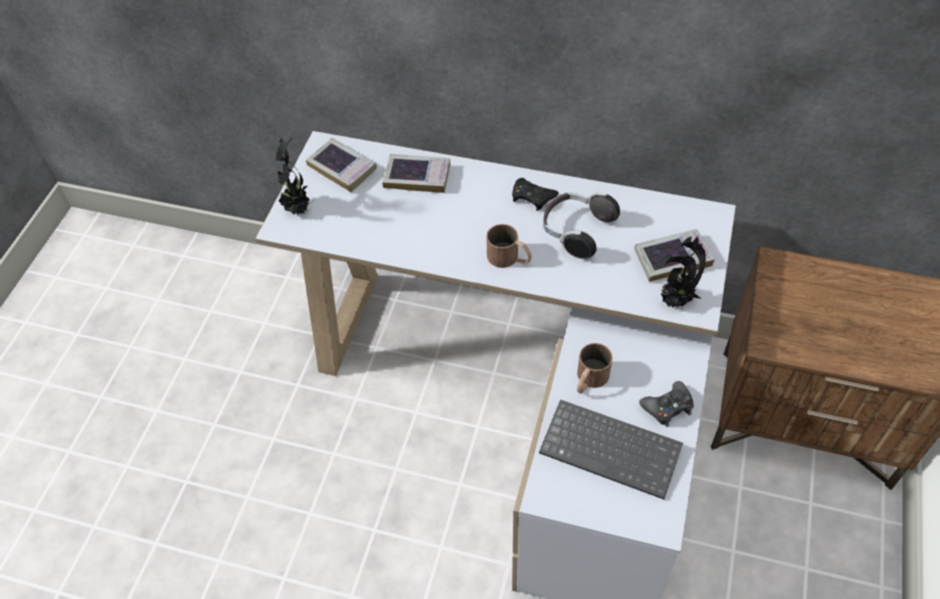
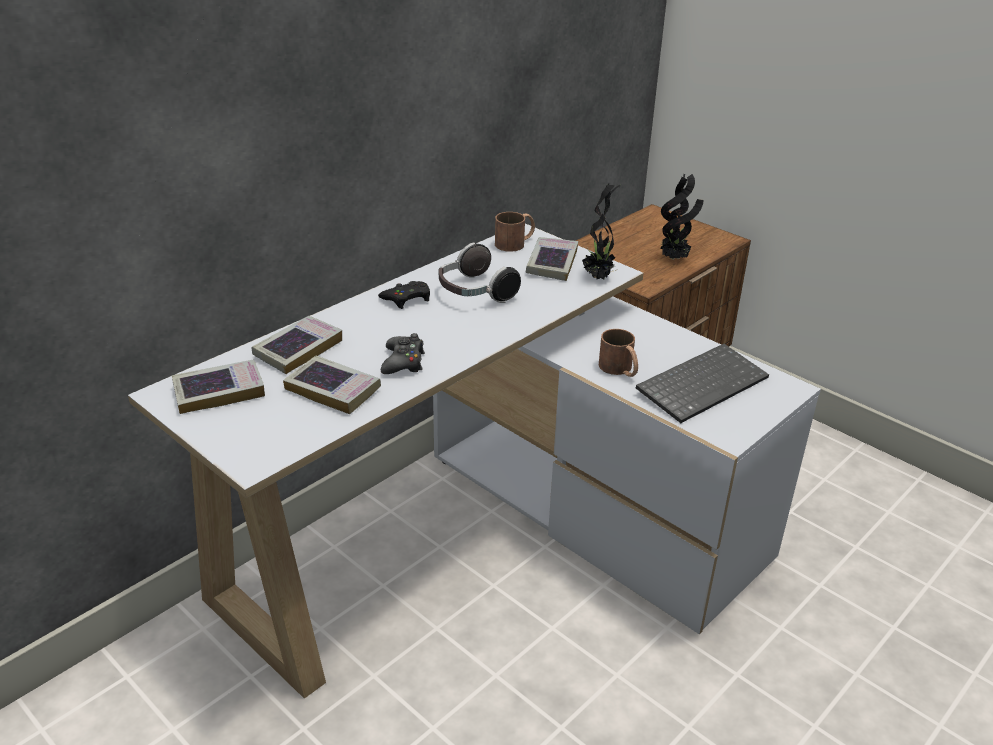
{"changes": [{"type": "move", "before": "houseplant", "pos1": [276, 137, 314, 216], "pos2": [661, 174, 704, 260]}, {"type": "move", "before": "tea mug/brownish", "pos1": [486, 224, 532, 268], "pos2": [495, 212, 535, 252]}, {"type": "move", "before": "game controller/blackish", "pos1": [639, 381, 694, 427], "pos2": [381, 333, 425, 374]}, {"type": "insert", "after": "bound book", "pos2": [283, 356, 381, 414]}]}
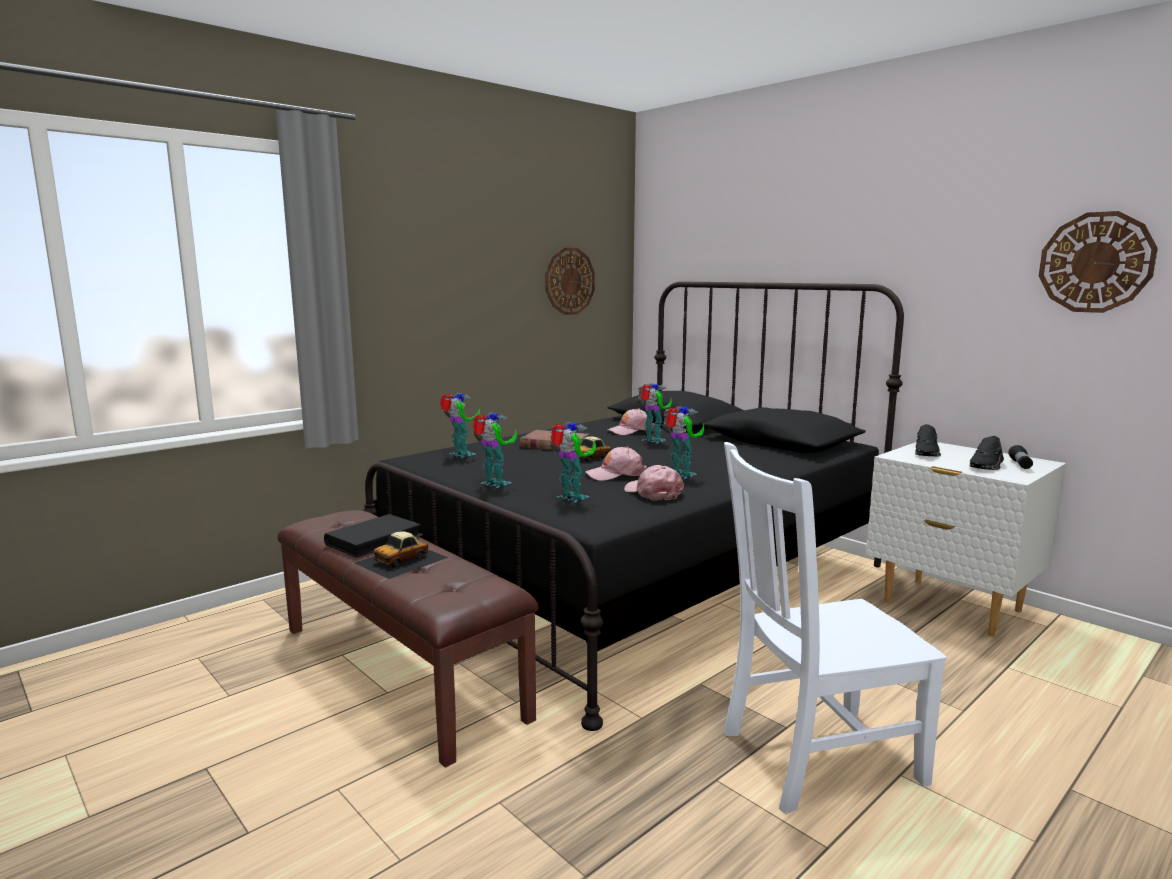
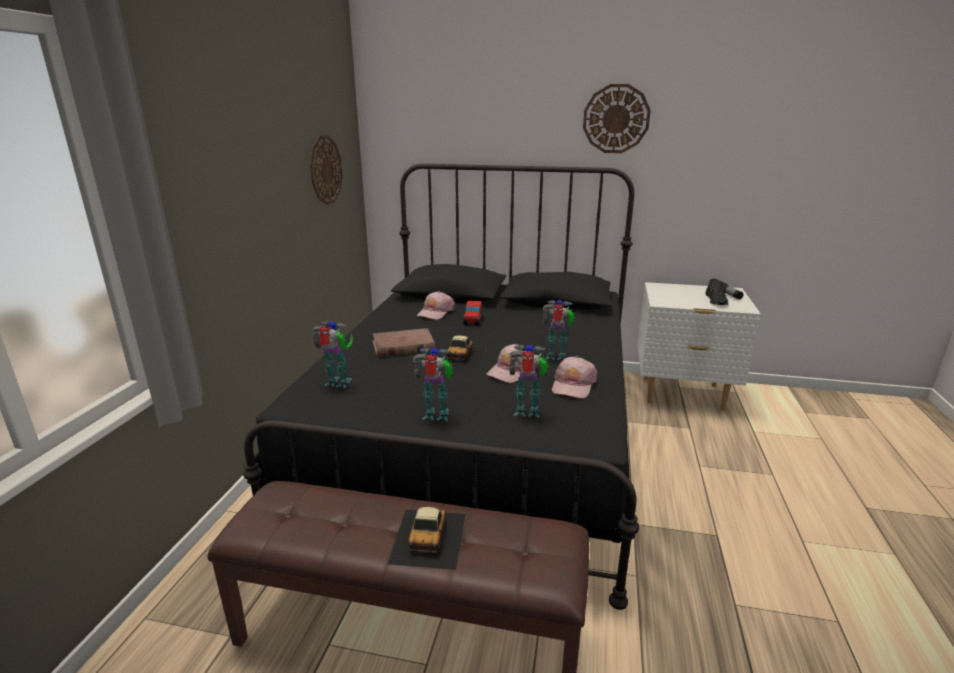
{"changes": [{"type": "move", "before": "hanging clock", "pos1": [1039, 211, 1158, 313], "pos2": [583, 84, 651, 153]}, {"type": "replace", "before": "robot figure", "after": "miniature car", "pos1": [637, 383, 672, 443], "pos2": [463, 301, 482, 325]}, {"type": "delete", "before": "shoe/blackish", "pos1": [915, 424, 941, 456]}, {"type": "delete", "before": "upright chair/white", "pos1": [724, 442, 947, 814]}, {"type": "rotate", "before": "peaked cap/pinkish", "pos1": [624, 465, 684, 501], "pos2": [552, 356, 597, 398], "turn": -90}, {"type": "delete", "before": "bound book/blackish", "pos1": [324, 514, 423, 558]}]}
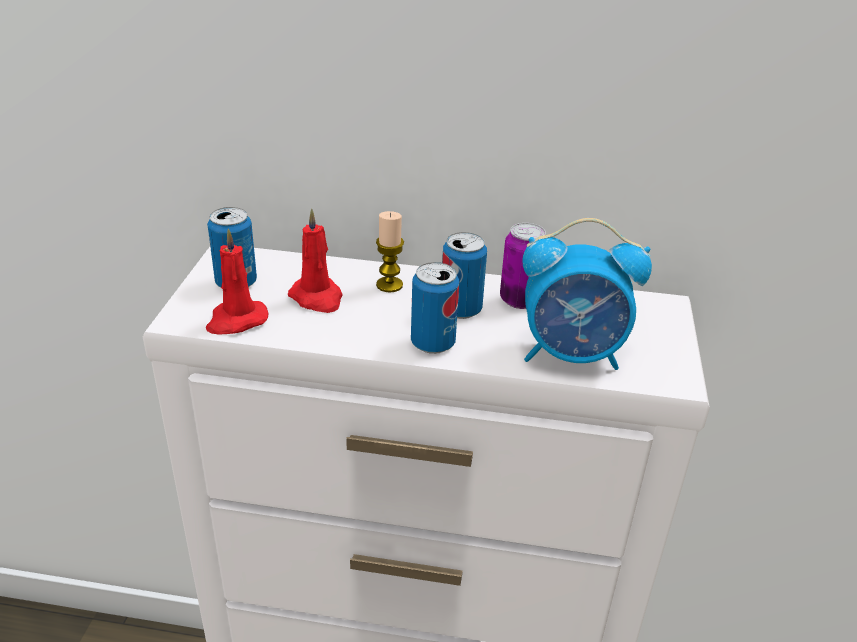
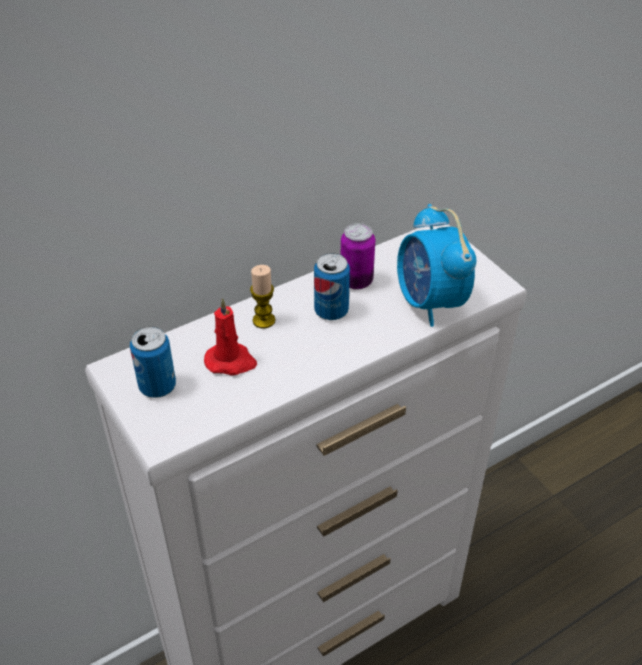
{"changes": [{"type": "rotate", "before": "table clock", "pos1": [522, 218, 652, 370], "pos2": [397, 204, 476, 327], "turn": 105}, {"type": "delete", "before": "candle/red", "pos1": [206, 228, 269, 335]}, {"type": "delete", "before": "metal can", "pos1": [411, 262, 460, 354]}]}
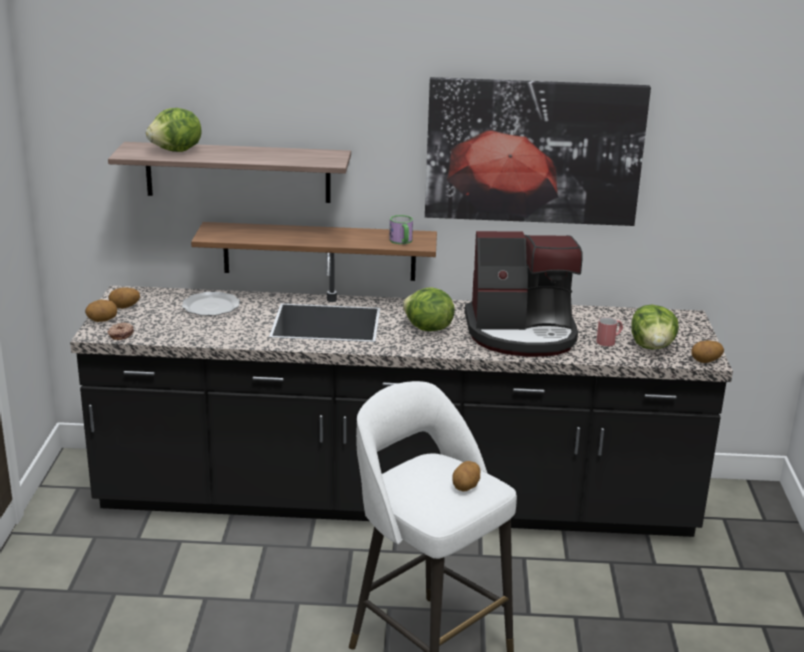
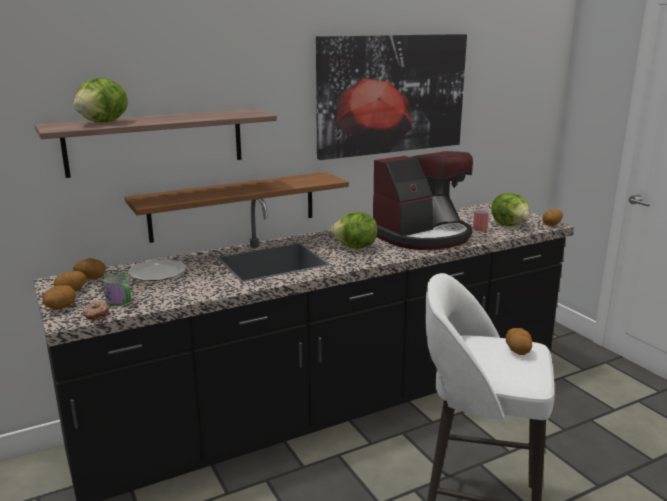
{"changes": [{"type": "move", "before": "tea mug", "pos1": [389, 215, 413, 244], "pos2": [103, 274, 132, 306]}, {"type": "insert", "after": "potato", "pos2": [73, 258, 106, 280]}]}
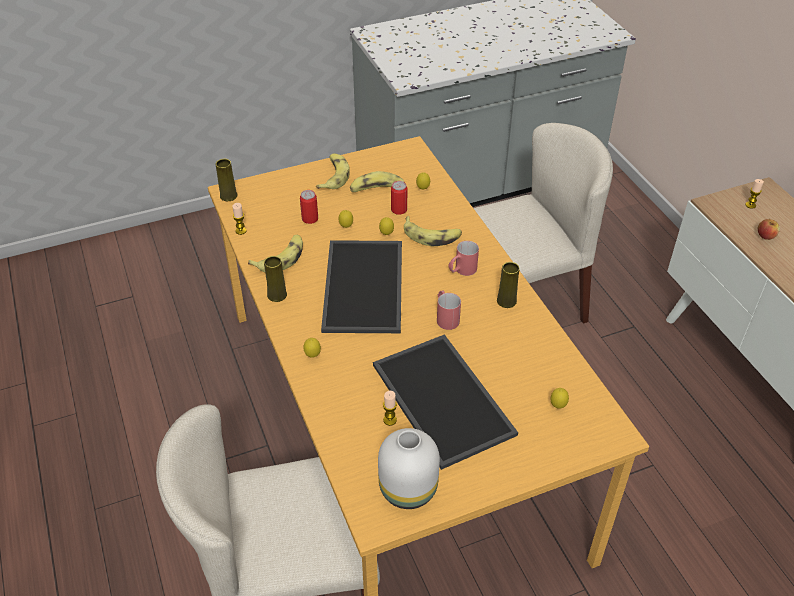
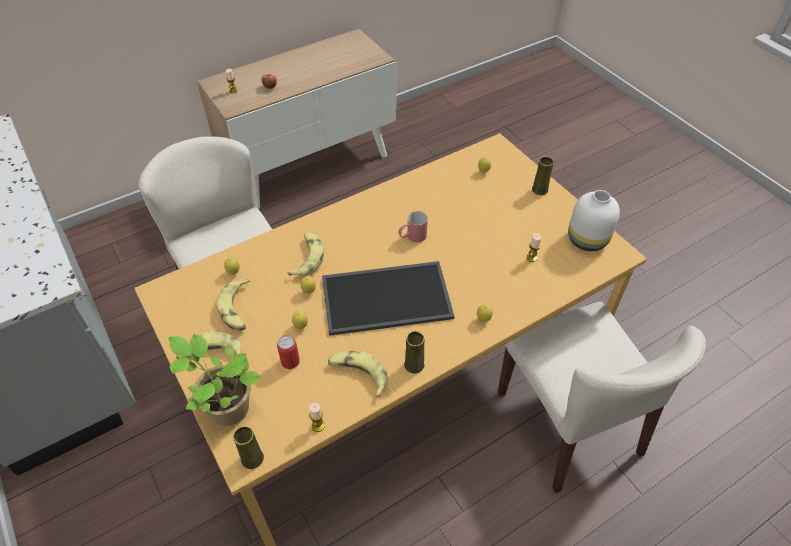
{"changes": [{"type": "delete", "before": "metal can", "pos1": [391, 181, 407, 215]}, {"type": "delete", "before": "tea mug/red", "pos1": [448, 241, 479, 276]}, {"type": "move", "before": "decorative vase/yellowish", "pos1": [497, 262, 520, 308], "pos2": [532, 156, 554, 195]}, {"type": "delete", "before": "serving tray", "pos1": [373, 334, 518, 470]}, {"type": "insert", "after": "houseplant", "pos2": [168, 334, 261, 426]}]}
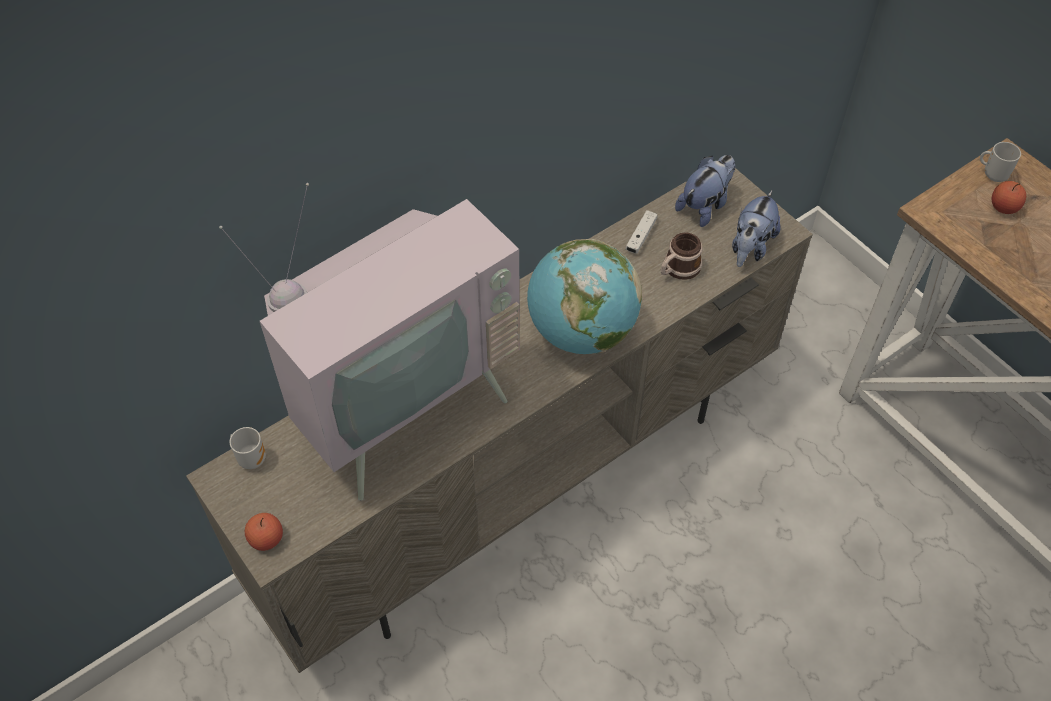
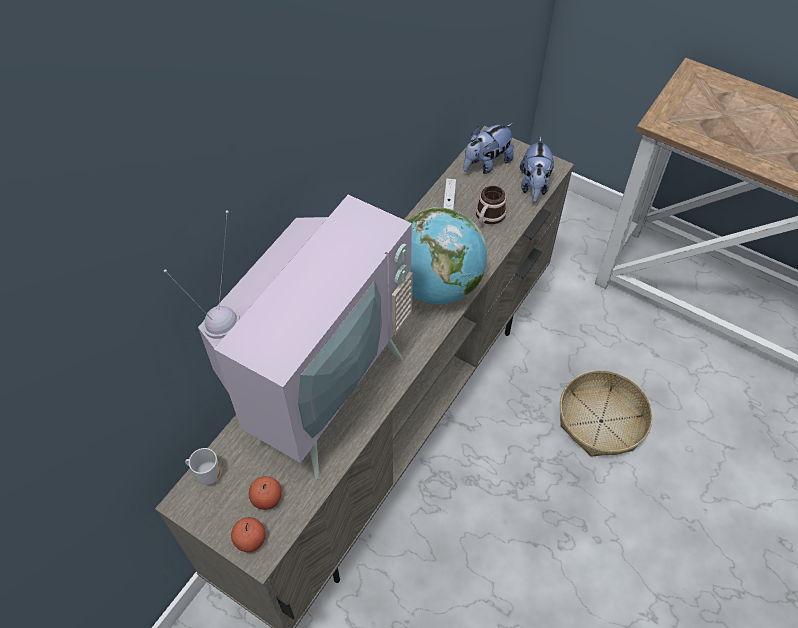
{"changes": [{"type": "delete", "before": "tea mug", "pos1": [980, 142, 1021, 182]}, {"type": "rotate", "before": "soft toy", "pos1": [675, 155, 735, 227], "pos2": [464, 123, 514, 174], "turn": -150}, {"type": "move", "before": "apple", "pos1": [992, 181, 1026, 214], "pos2": [249, 476, 282, 510]}, {"type": "insert", "after": "basket", "pos2": [560, 370, 653, 457]}]}
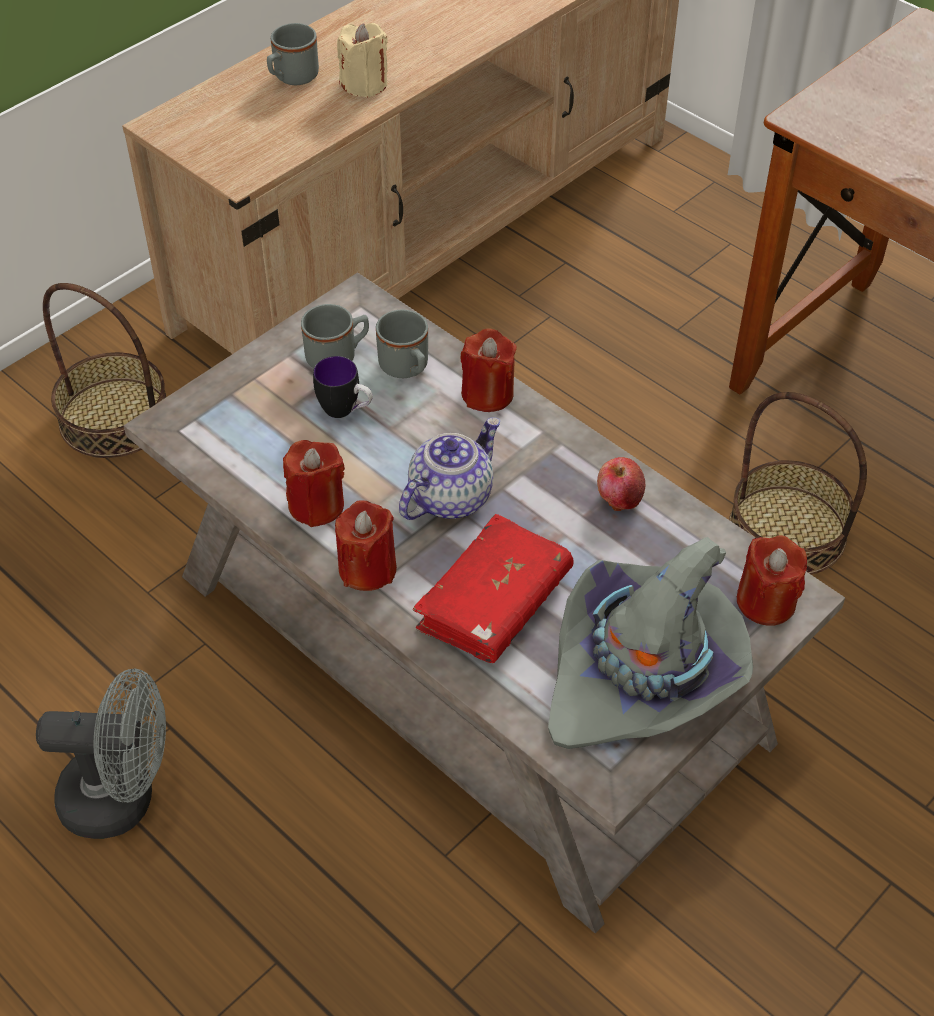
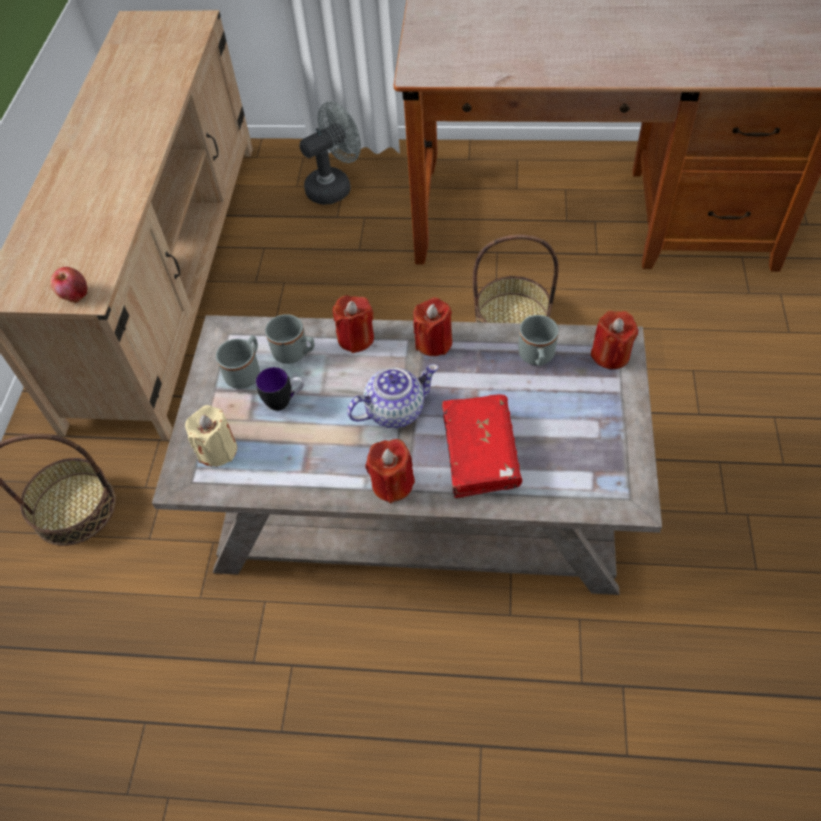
{"changes": [{"type": "move", "before": "tea mug/greyish", "pos1": [267, 23, 319, 85], "pos2": [519, 315, 559, 366]}, {"type": "move", "before": "candle/beige", "pos1": [337, 23, 388, 98], "pos2": [185, 405, 237, 467]}, {"type": "rotate", "before": "pot for tea", "pos1": [399, 417, 501, 520], "pos2": [347, 364, 439, 428], "turn": 60}, {"type": "move", "before": "candle/red", "pos1": [283, 440, 345, 527], "pos2": [413, 297, 452, 356]}, {"type": "move", "before": "apple", "pos1": [597, 457, 645, 511], "pos2": [50, 267, 88, 303]}, {"type": "delete", "before": "wearable hat/greyish", "pos1": [548, 537, 753, 749]}, {"type": "move", "before": "cooling fan/greyish", "pos1": [36, 669, 166, 839], "pos2": [300, 102, 361, 205]}]}
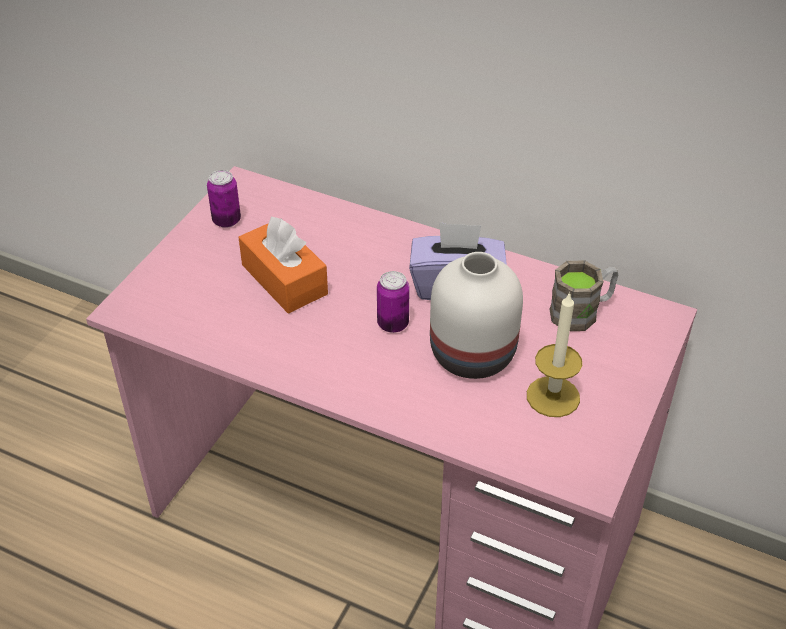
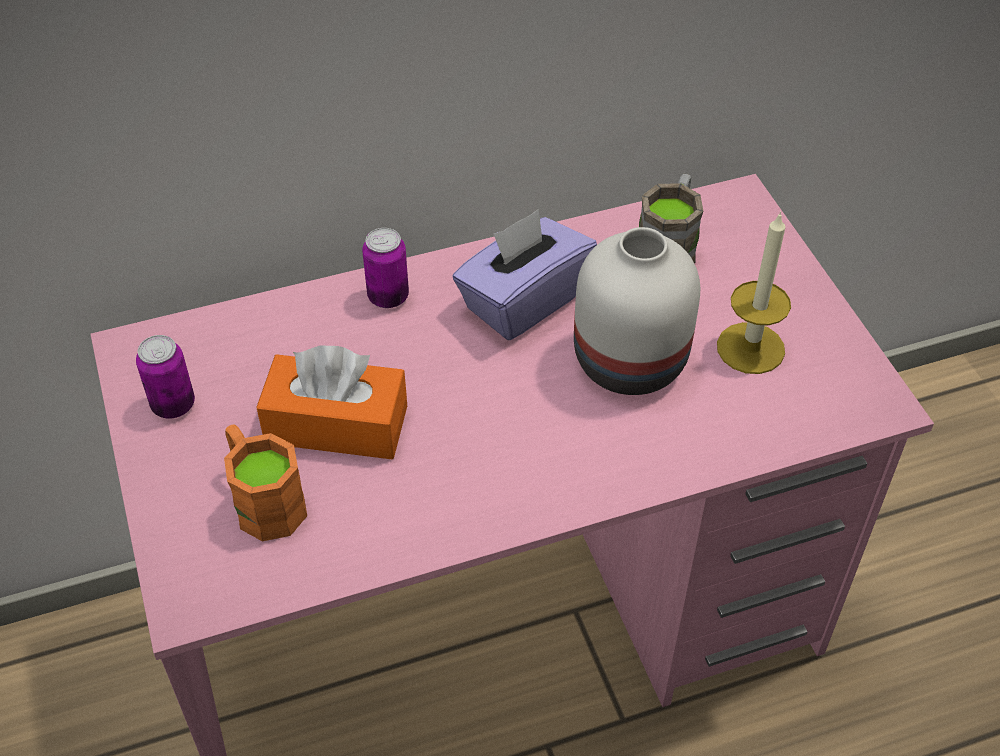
{"changes": [{"type": "move", "before": "metal can", "pos1": [377, 271, 410, 333], "pos2": [362, 228, 409, 308]}, {"type": "insert", "after": "tea mug/orange-coloured", "pos2": [224, 424, 307, 541]}]}
